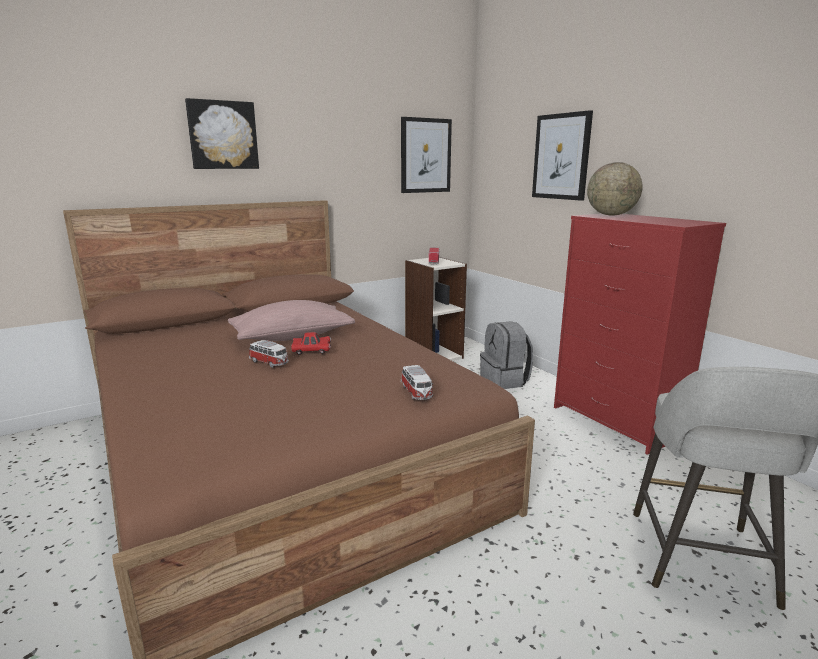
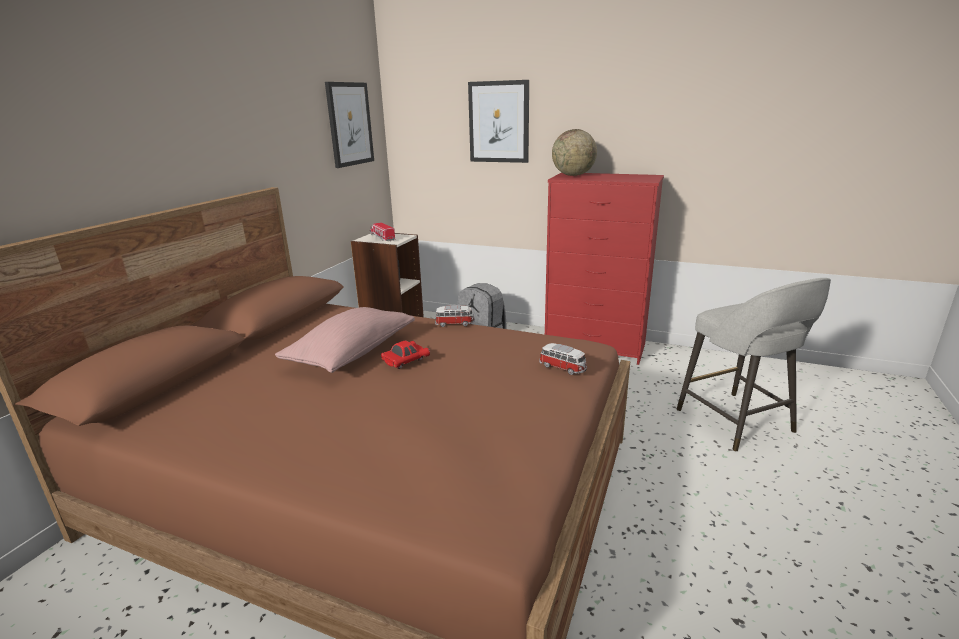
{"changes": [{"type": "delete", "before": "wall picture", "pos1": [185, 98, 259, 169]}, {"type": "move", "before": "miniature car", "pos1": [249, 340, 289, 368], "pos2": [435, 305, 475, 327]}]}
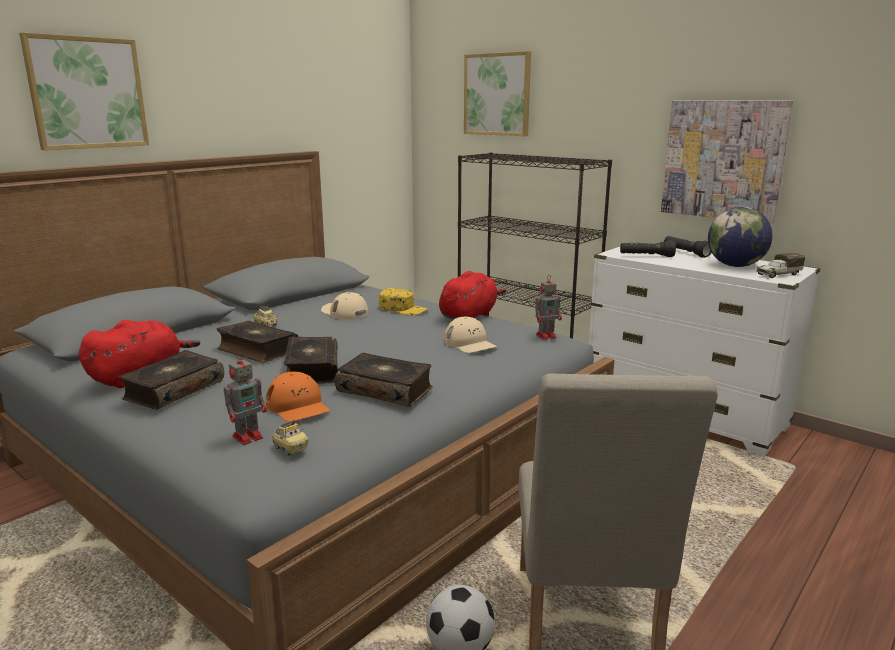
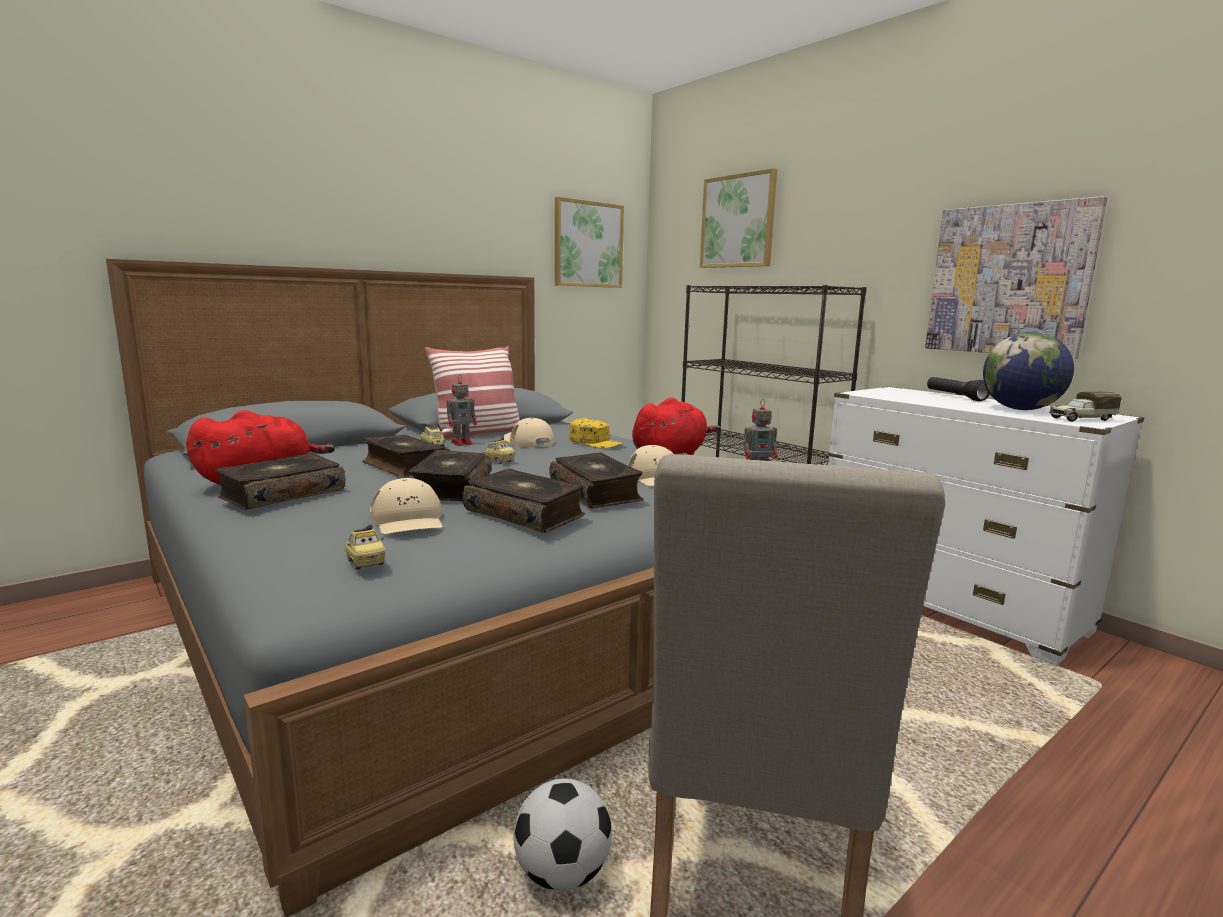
{"changes": [{"type": "move", "before": "wall picture", "pos1": [19, 32, 149, 150], "pos2": [555, 197, 624, 288]}, {"type": "delete", "before": "flashlight/blackish", "pos1": [620, 240, 676, 257]}, {"type": "move", "before": "robot figure", "pos1": [224, 352, 267, 445], "pos2": [447, 375, 477, 446]}, {"type": "recolor", "before": "peaked cap/orange-coloured", "after": "peaked cap/beige", "pos1": [266, 372, 330, 422], "pos2": [370, 478, 443, 534]}, {"type": "insert", "after": "throw pillow", "pos2": [425, 346, 520, 439]}, {"type": "insert", "after": "miniature car", "pos2": [484, 437, 515, 464]}, {"type": "insert", "after": "bound book", "pos2": [549, 452, 643, 508]}]}
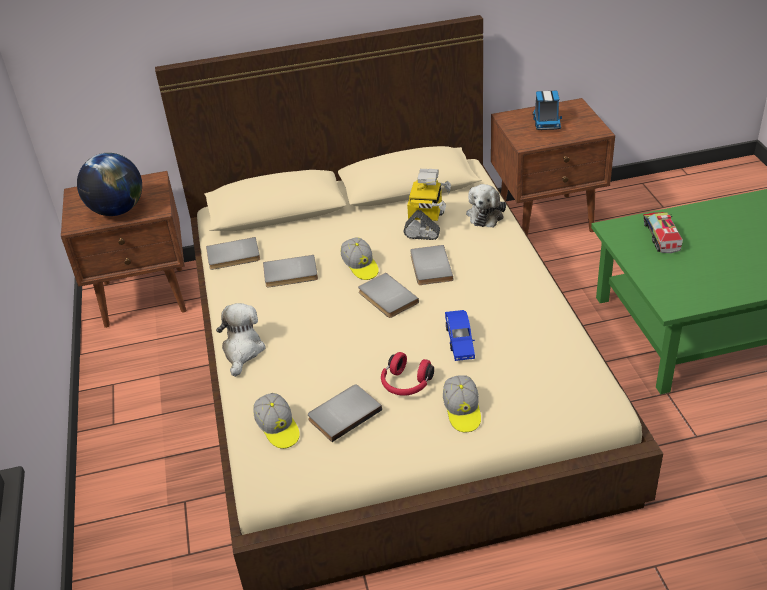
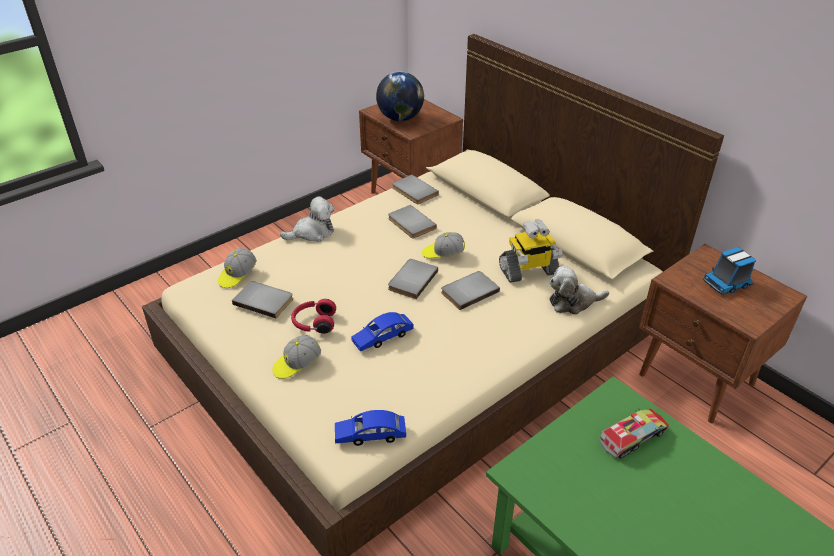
{"changes": [{"type": "rotate", "before": "peaked cap", "pos1": [341, 237, 379, 280], "pos2": [422, 232, 465, 258], "turn": 60}, {"type": "insert", "after": "miniature car/blue-coloured", "pos2": [335, 410, 406, 446]}]}
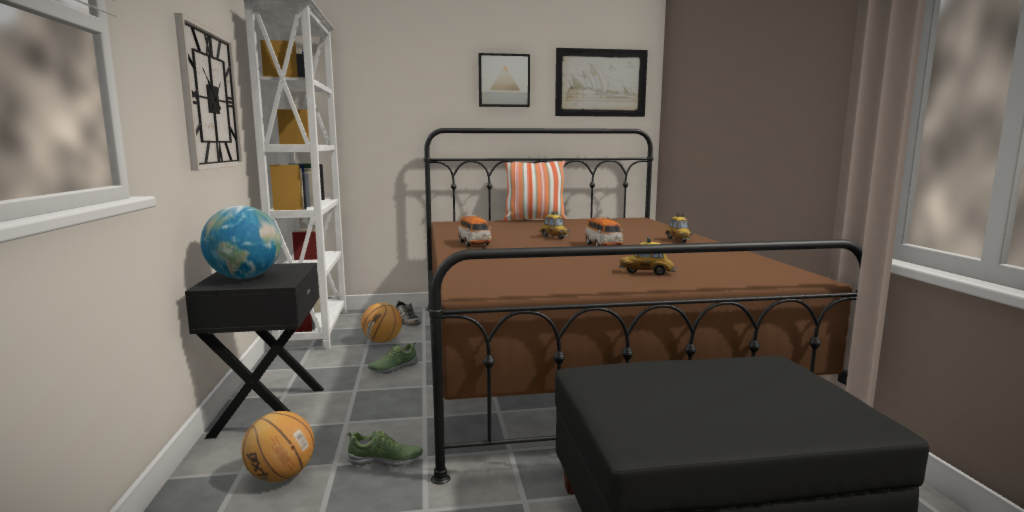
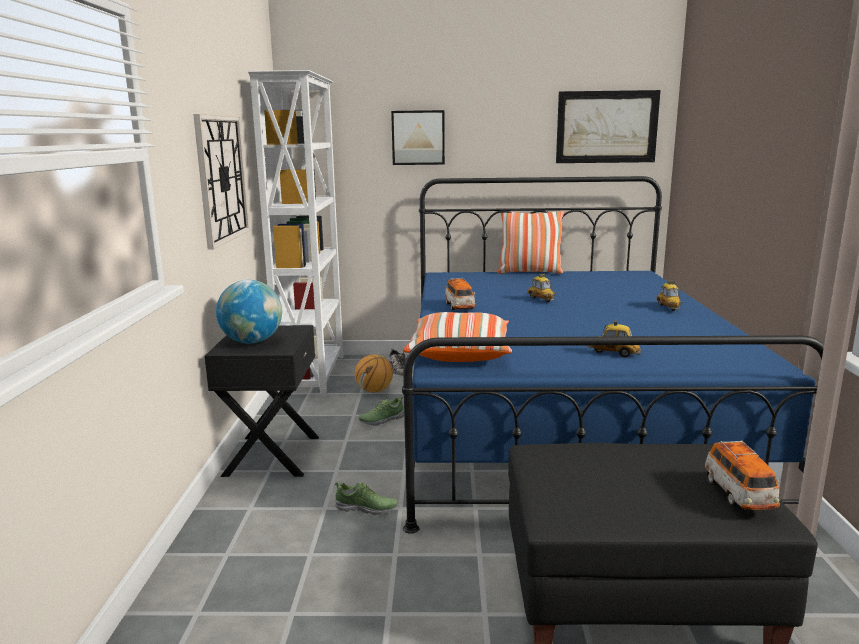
{"changes": [{"type": "move", "before": "wall picture", "pos1": [478, 53, 530, 107], "pos2": [391, 110, 445, 165]}, {"type": "recolor", "before": "sleeping bed/brownish", "after": "sleeping bed/blue-coloured", "pos1": [424, 128, 862, 485], "pos2": [402, 176, 824, 534]}, {"type": "move", "before": "miniature car", "pos1": [585, 216, 624, 246], "pos2": [705, 440, 780, 510]}, {"type": "delete", "before": "basketball", "pos1": [241, 411, 314, 482]}, {"type": "insert", "after": "throw pillow", "pos2": [403, 312, 512, 362]}]}
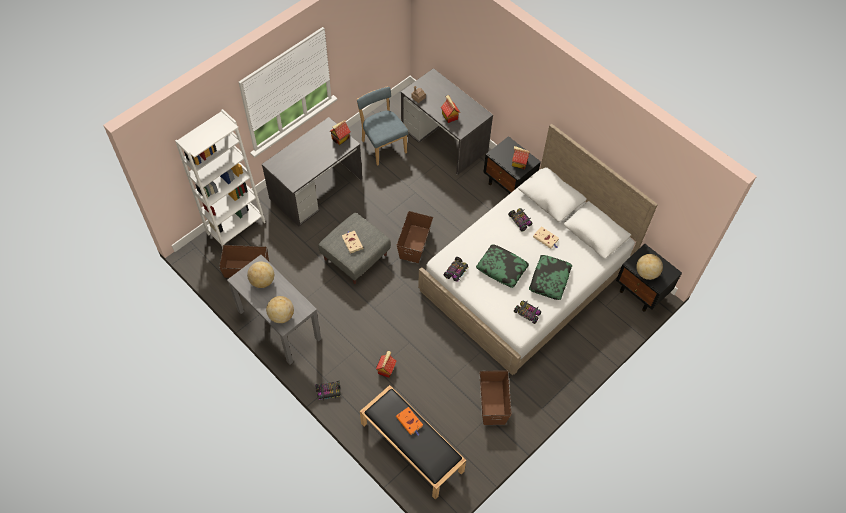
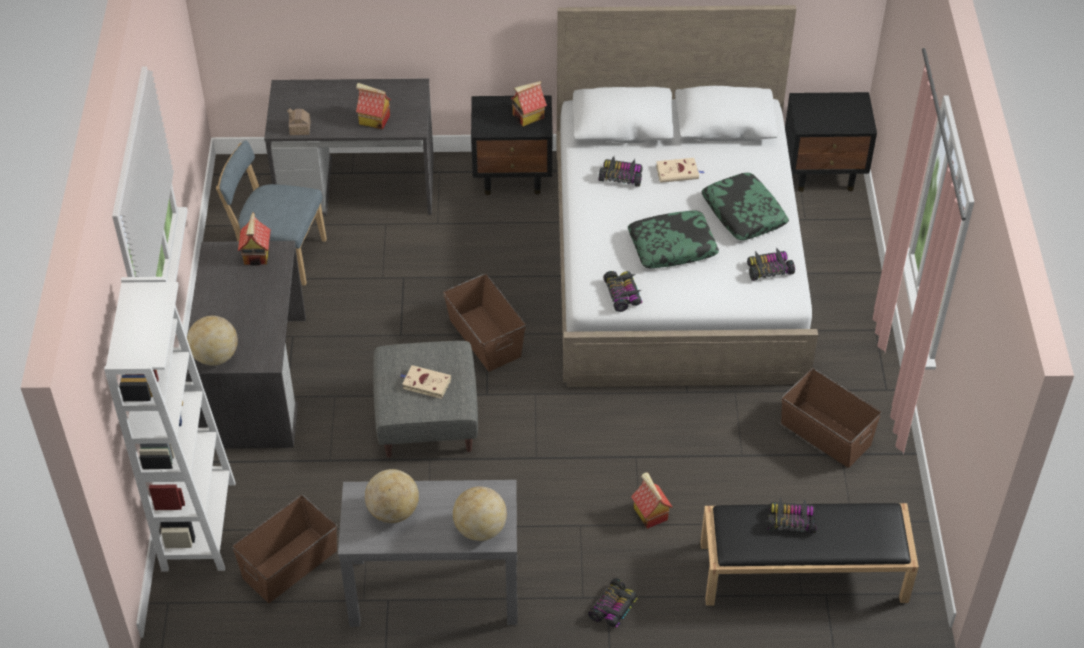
{"changes": [{"type": "move", "before": "desk globe", "pos1": [636, 254, 663, 280], "pos2": [187, 316, 238, 366]}, {"type": "replace", "before": "bound book/orange-coloured", "after": "miniature car", "pos1": [396, 407, 423, 435], "pos2": [767, 497, 817, 533]}]}
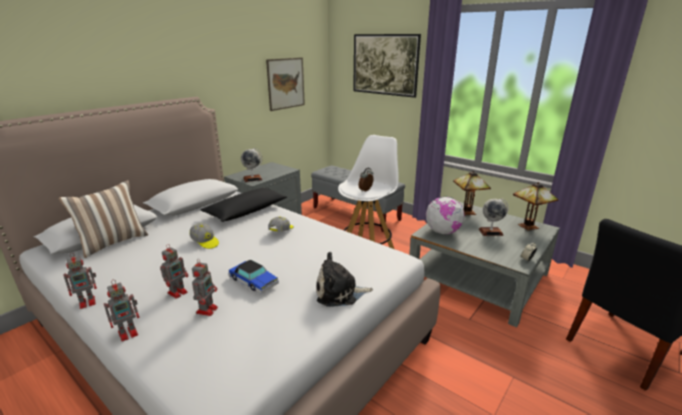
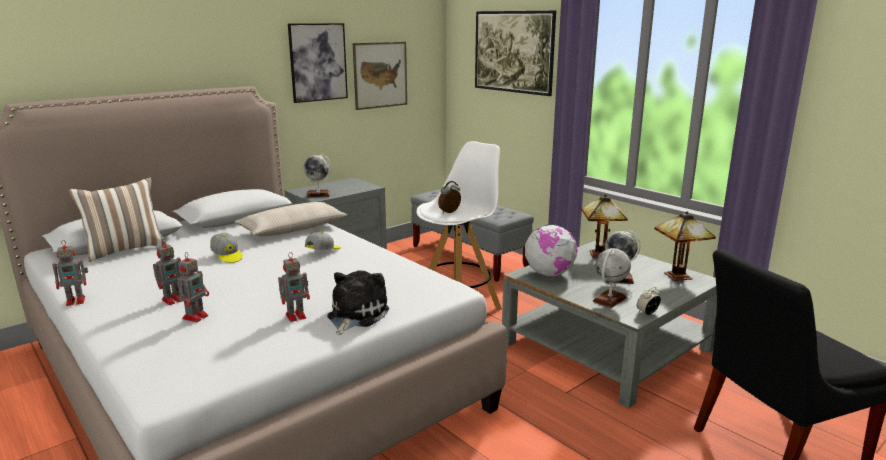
{"changes": [{"type": "recolor", "before": "throw pillow/blackish", "after": "throw pillow/beige", "pos1": [201, 188, 287, 222], "pos2": [235, 202, 347, 236]}, {"type": "rotate", "before": "soft toy", "pos1": [316, 252, 373, 307], "pos2": [327, 270, 389, 335], "turn": 105}, {"type": "delete", "before": "miniature car", "pos1": [228, 260, 279, 294]}, {"type": "move", "before": "robot figure", "pos1": [104, 279, 140, 342], "pos2": [278, 252, 310, 322]}, {"type": "insert", "after": "wall picture", "pos2": [288, 23, 348, 103]}, {"type": "insert", "after": "desk globe", "pos2": [592, 248, 631, 308]}]}
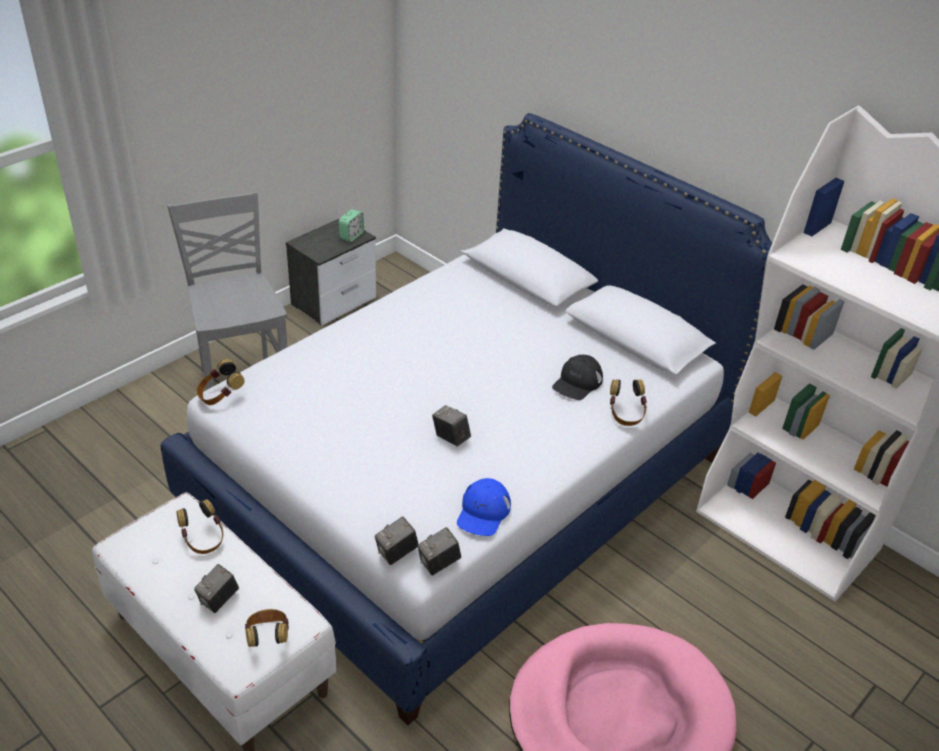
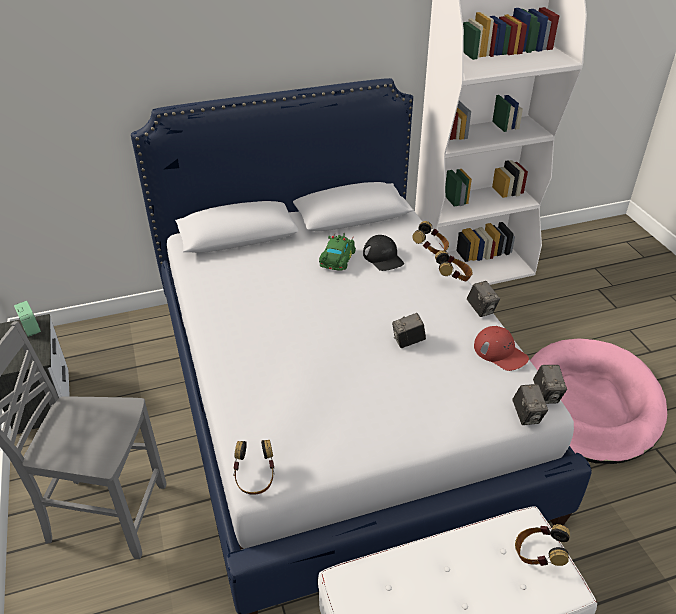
{"changes": [{"type": "recolor", "before": "peaked cap/blue-coloured", "after": "peaked cap/red", "pos1": [457, 478, 511, 536], "pos2": [474, 326, 529, 371]}, {"type": "move", "before": "headset", "pos1": [177, 499, 223, 554], "pos2": [435, 251, 473, 281]}, {"type": "move", "before": "photo camera", "pos1": [194, 564, 239, 613], "pos2": [467, 281, 500, 317]}, {"type": "insert", "after": "miniature car/greenish", "pos2": [319, 233, 356, 271]}]}
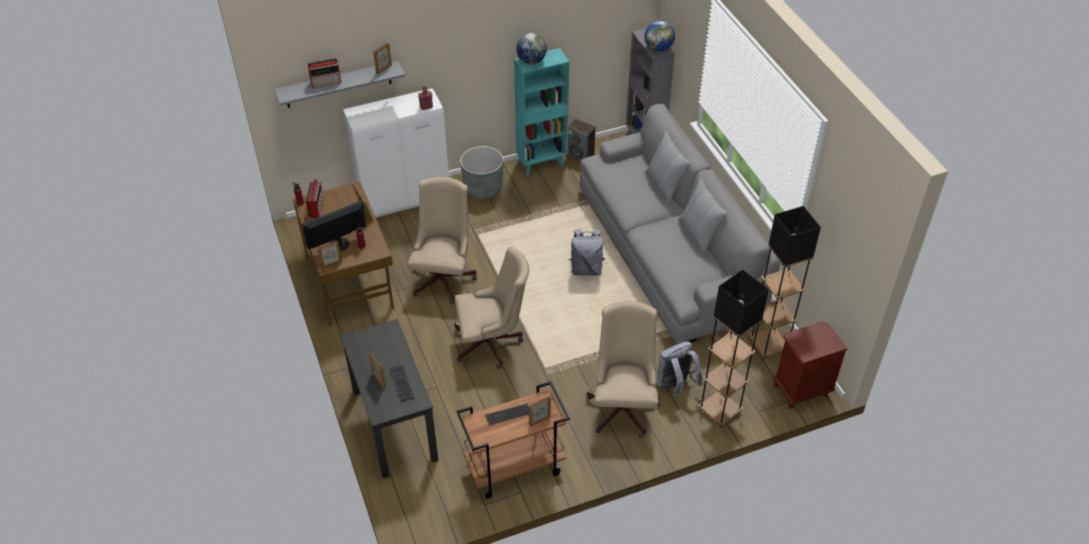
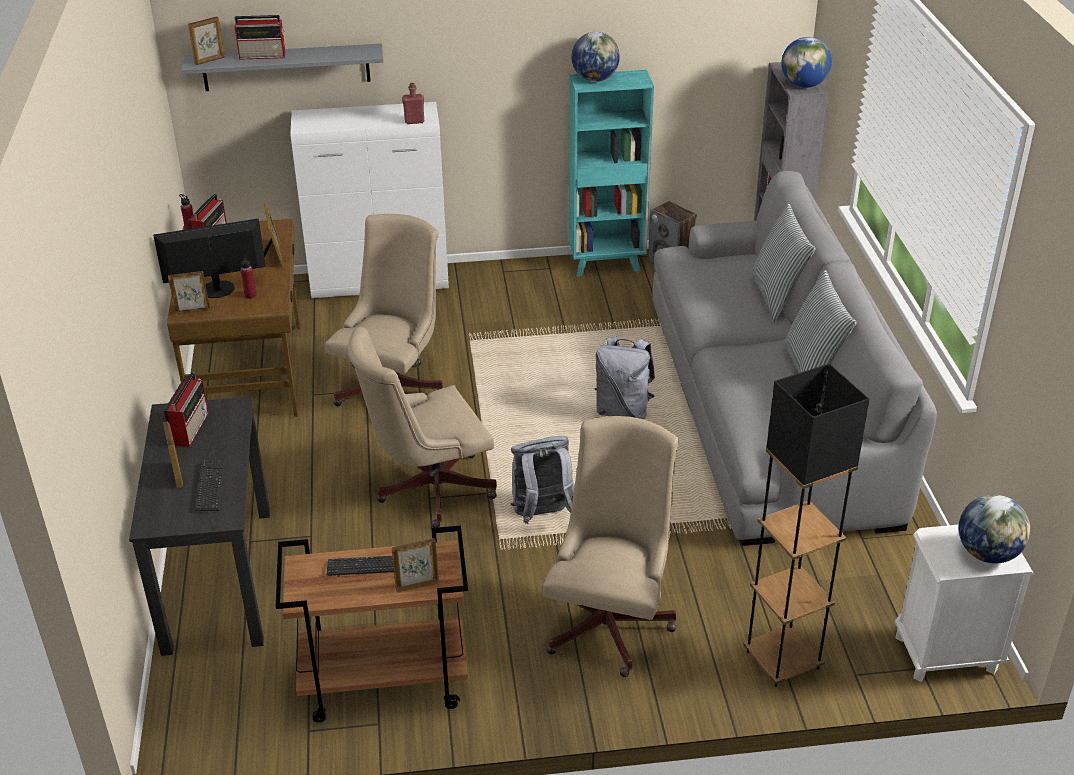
{"changes": [{"type": "move", "before": "standing frame", "pos1": [373, 42, 392, 74], "pos2": [188, 16, 225, 65]}, {"type": "delete", "before": "flower pot/greyish", "pos1": [460, 146, 503, 199]}, {"type": "delete", "before": "standing lamp/blackish", "pos1": [749, 206, 821, 359]}, {"type": "rotate", "before": "desk chair/beige", "pos1": [455, 247, 529, 369], "pos2": [348, 327, 497, 528], "turn": 150}, {"type": "recolor", "before": "nightstand/brownish", "after": "nightstand/white", "pos1": [773, 321, 848, 409], "pos2": [895, 524, 1034, 682]}, {"type": "move", "before": "backpack/greyish", "pos1": [657, 341, 703, 397], "pos2": [510, 436, 574, 524]}, {"type": "insert", "after": "radio set", "pos2": [164, 372, 209, 447]}, {"type": "insert", "after": "desk globe", "pos2": [959, 494, 1030, 563]}]}
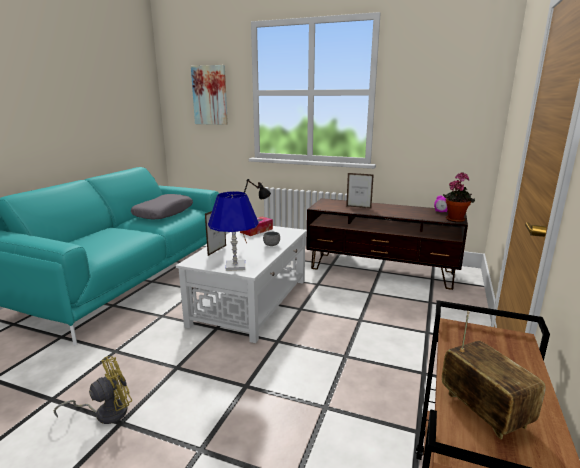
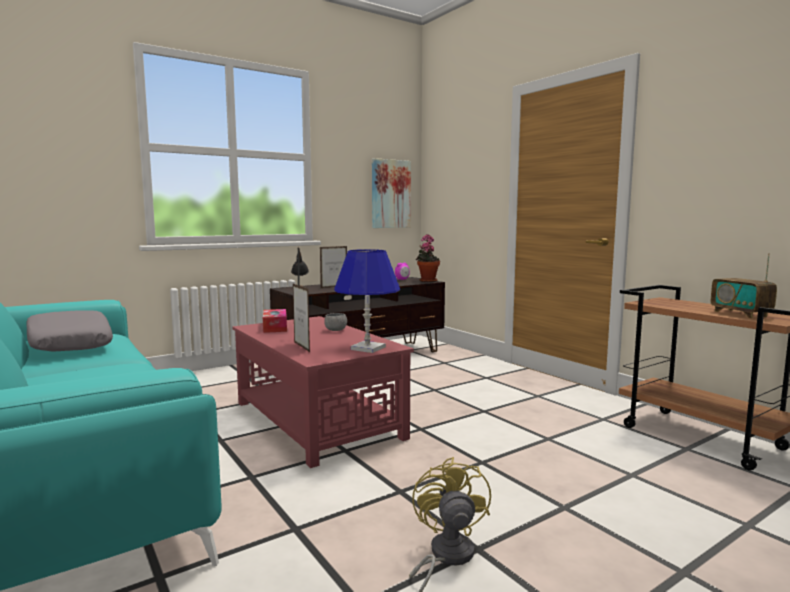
{"changes": [{"type": "move", "before": "wall picture", "pos1": [191, 65, 228, 125], "pos2": [372, 158, 411, 228]}, {"type": "recolor", "before": "low table/white", "after": "low table/red", "pos1": [176, 226, 307, 343], "pos2": [232, 316, 414, 468]}, {"type": "rotate", "before": "radio set", "pos1": [442, 311, 546, 440], "pos2": [711, 253, 777, 319], "turn": -120}]}
